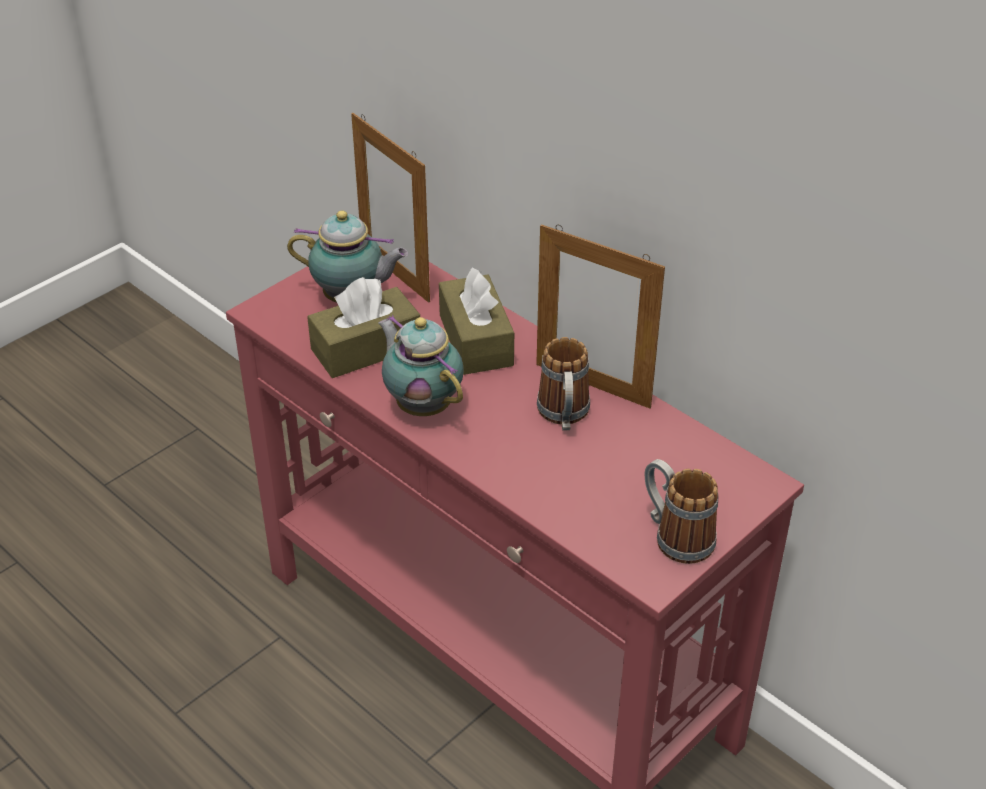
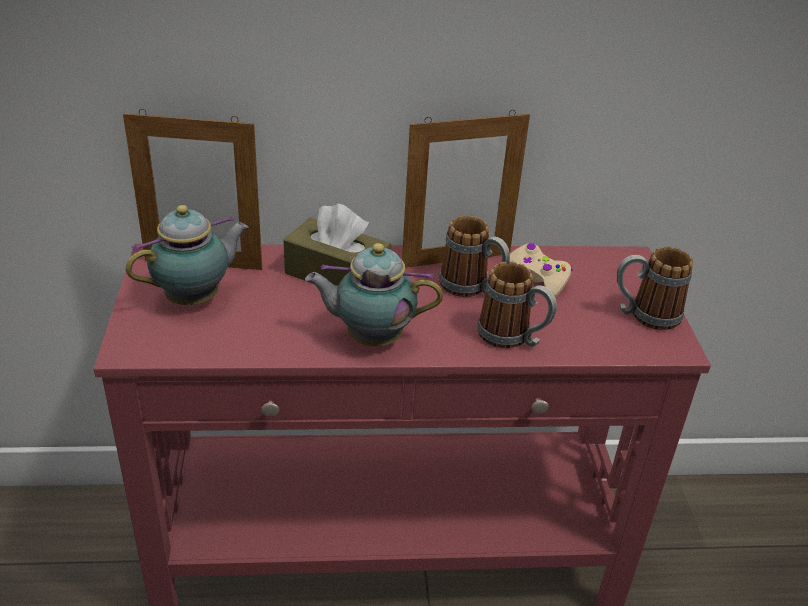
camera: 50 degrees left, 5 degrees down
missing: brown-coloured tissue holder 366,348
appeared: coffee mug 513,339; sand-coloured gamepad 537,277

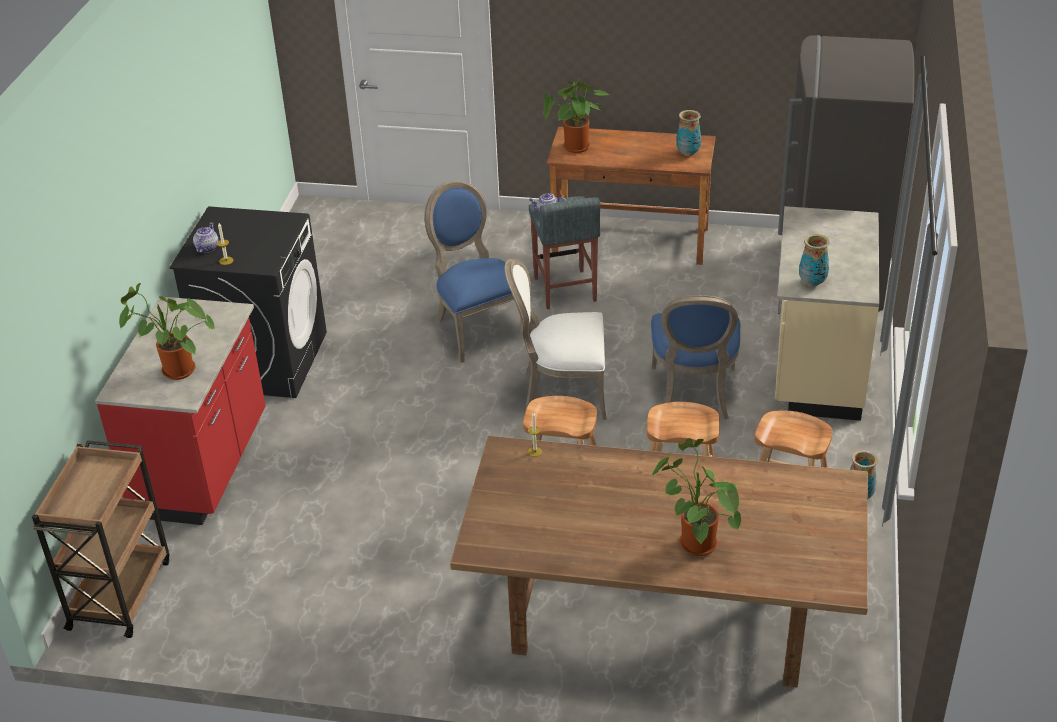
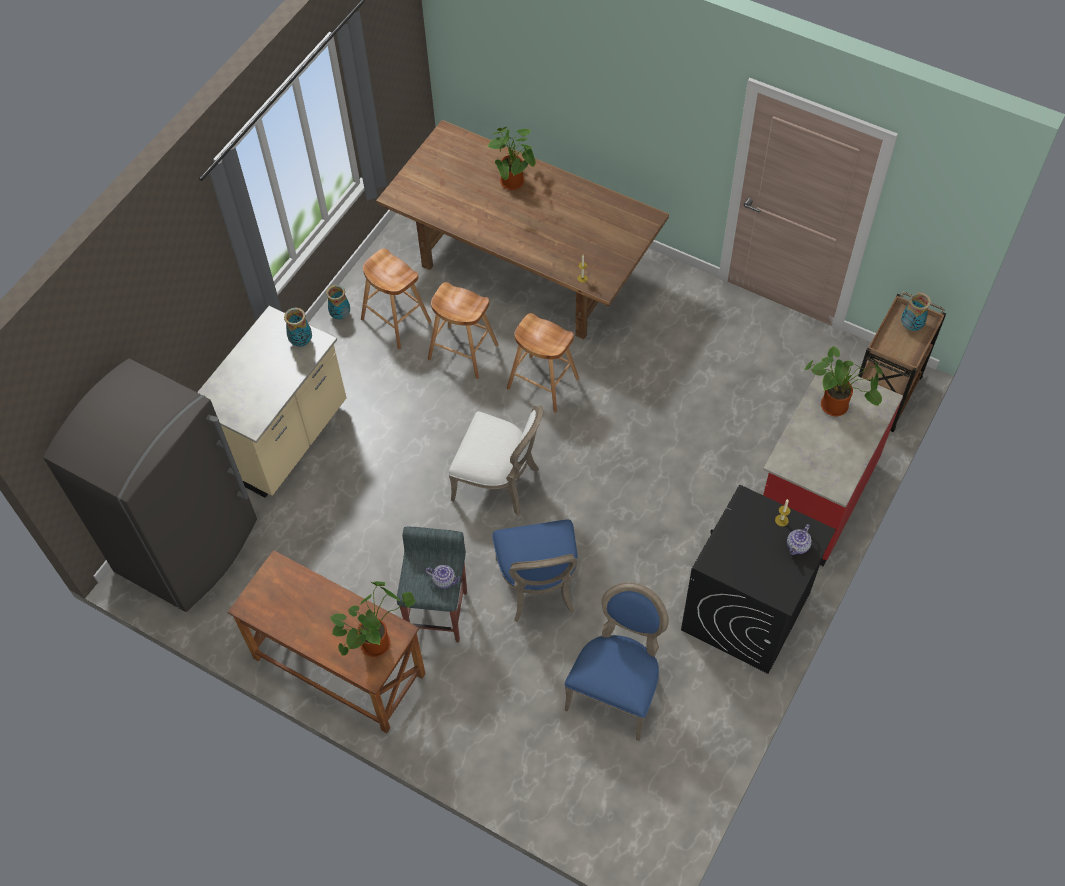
camera: 160 degrees left, 20 degrees up
relocated: blue plain chair 693,395 to 617,689; decorative vase 688,153 to 911,326

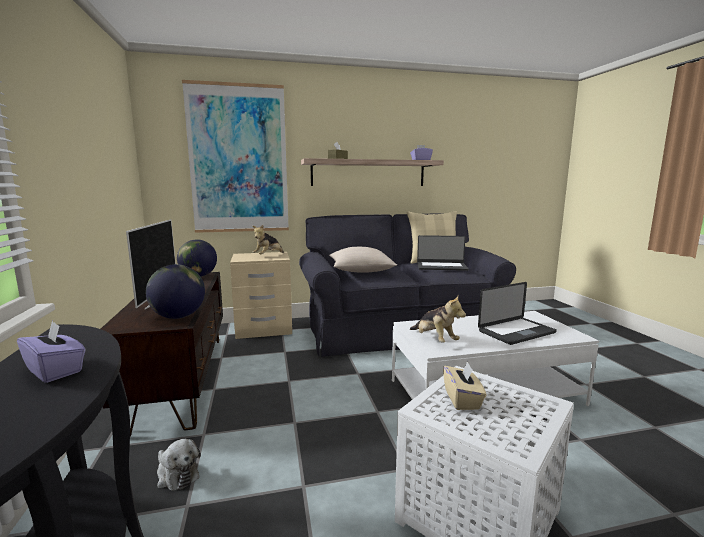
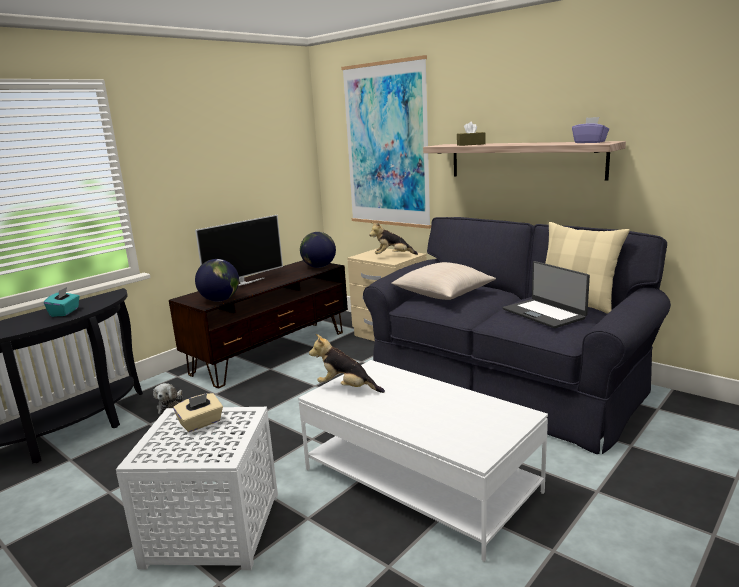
camera: 55 degrees right, 5 degrees up
missing: laptop 516,332
colour: purple-coloured tissue holder 55,370 to turquoise tissue holder 65,312
spun: soft toy 435,340 = 346,388 90 degrees clockwise

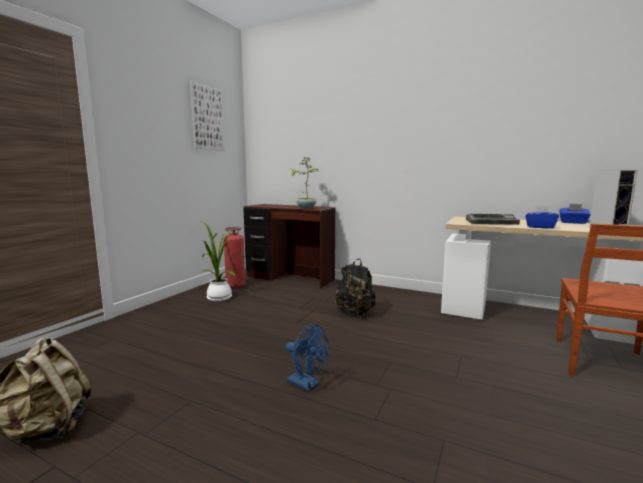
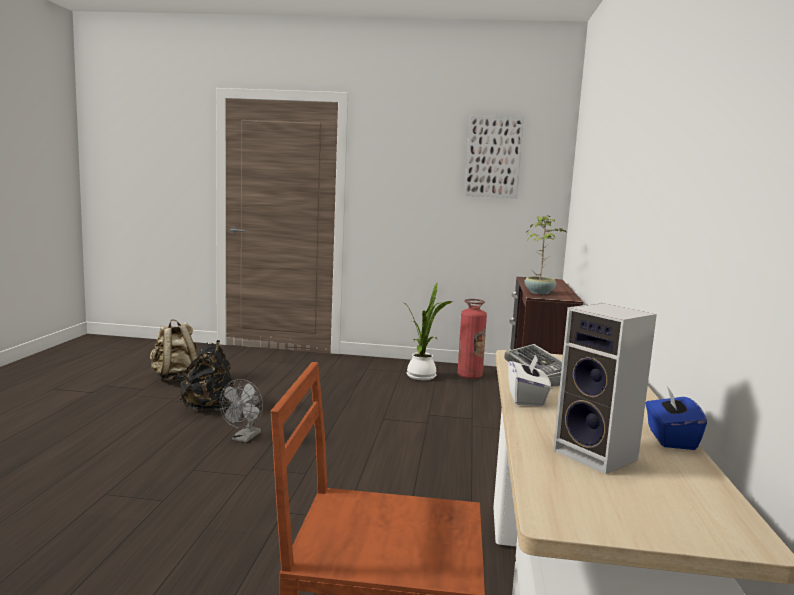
camera: 70 degrees right, 0 degrees up
relocated: blackish rucksack 355,312 to 209,408
colour: blue fan 307,385 to greyish fan 244,438; blue tissue holder 540,227 to whitish tissue holder 527,398

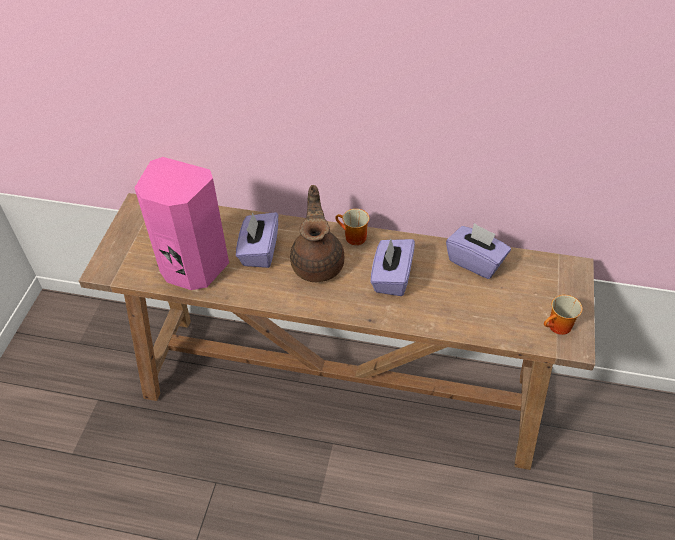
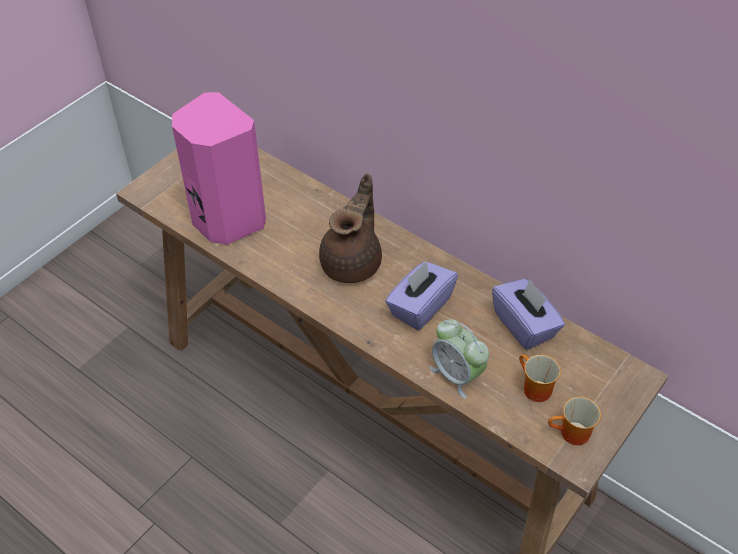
camera: 25 degrees right, 0 degrees up
missing: purple-coloured tissue holder 259,251
appeared: alarm clock 457,375
relocated: coffee mug 352,238 to 533,389

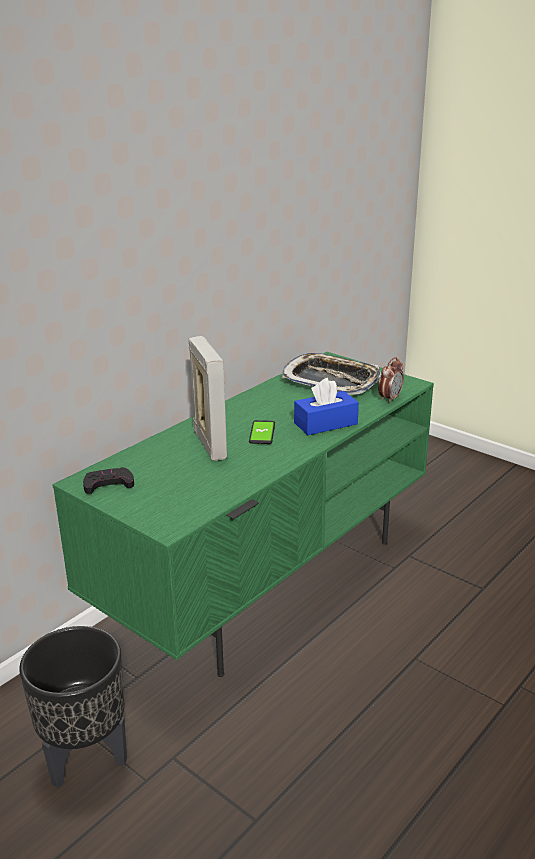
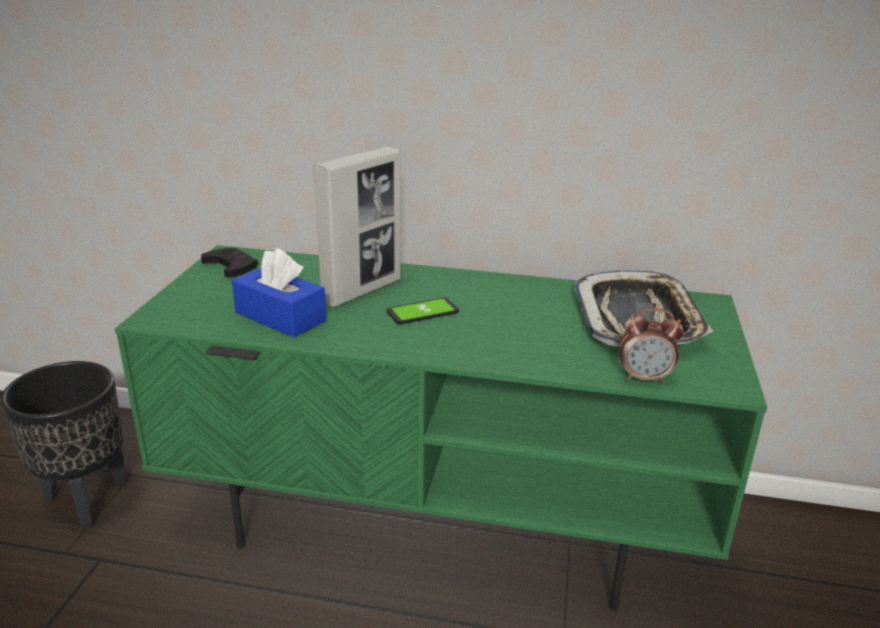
camera: 60 degrees right, 0 degrees up
relocated: blue tissue holder 325,423 to 280,317

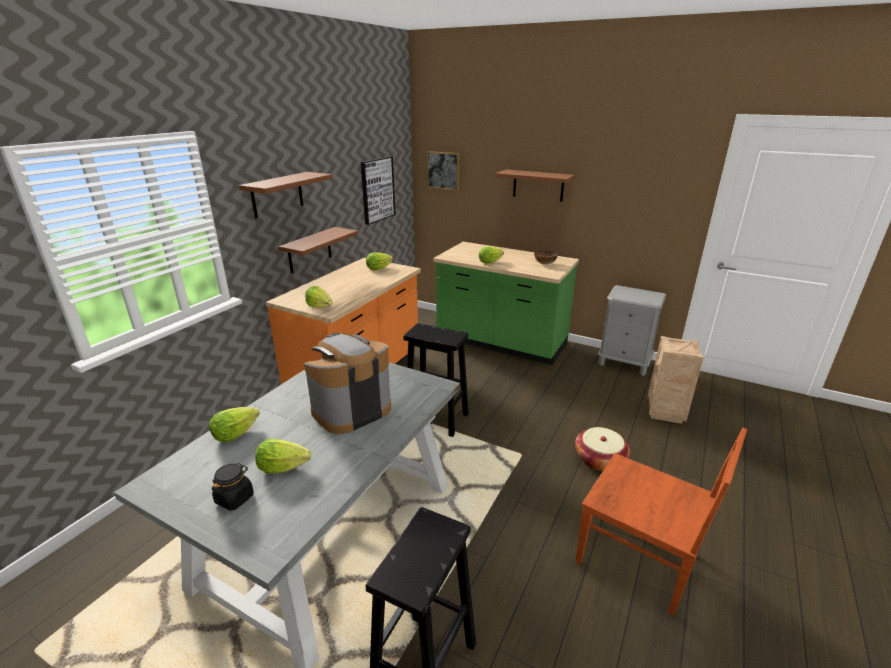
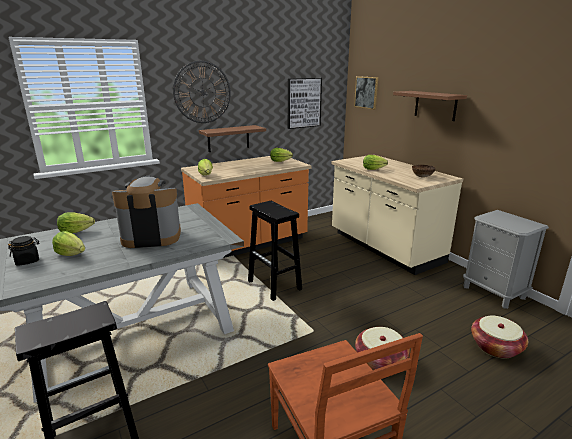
camera: 30 degrees right, 5 degrees down
exchanged: brown-coloured shelf 277,195 to wall clock 202,92; packing crate 665,413 to household basket 495,347
colour: greenish kitchen counter 501,342 to sand-coloured kitchen counter 384,247

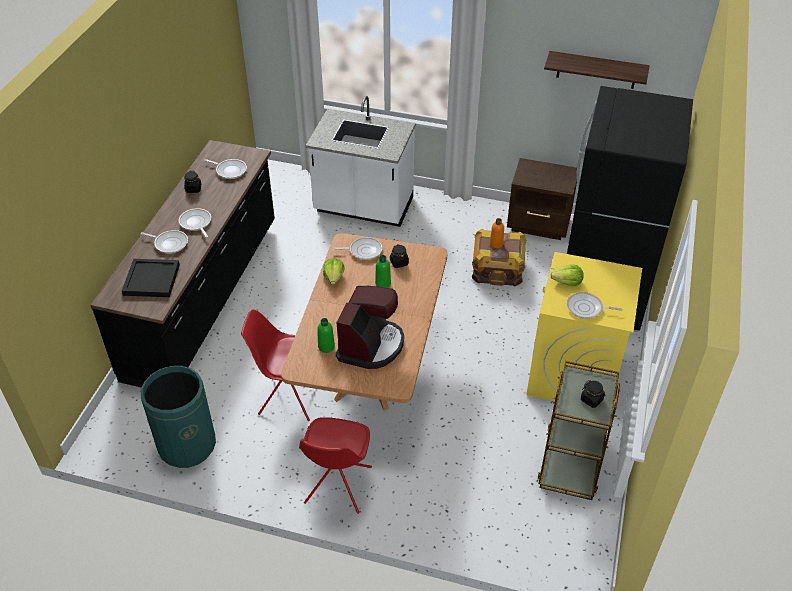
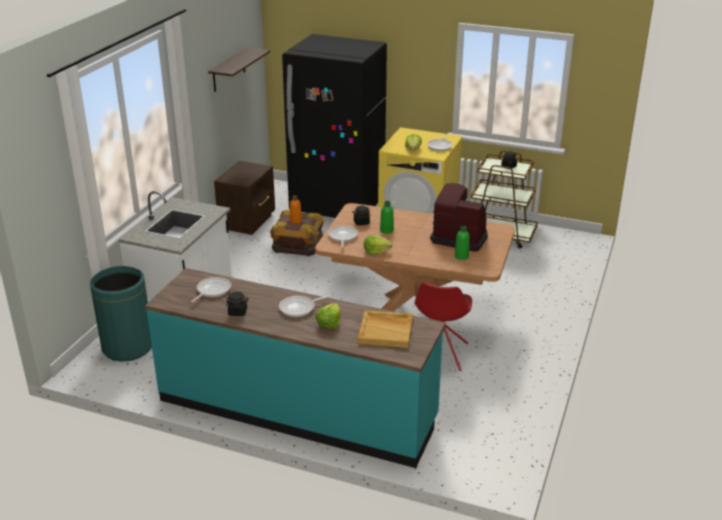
camera: 85 degrees left, 15 degrees down
missing: red plain chair 337,486
relocated: greenish waste bin 187,445 to 127,347
exchanged: skillet 169,243 to head of lettuce 329,323
colour: blackish kitchen counter 205,298 to turquoise kitchen counter 297,410; blackish tray 152,280 to sand-coloured tray 386,331

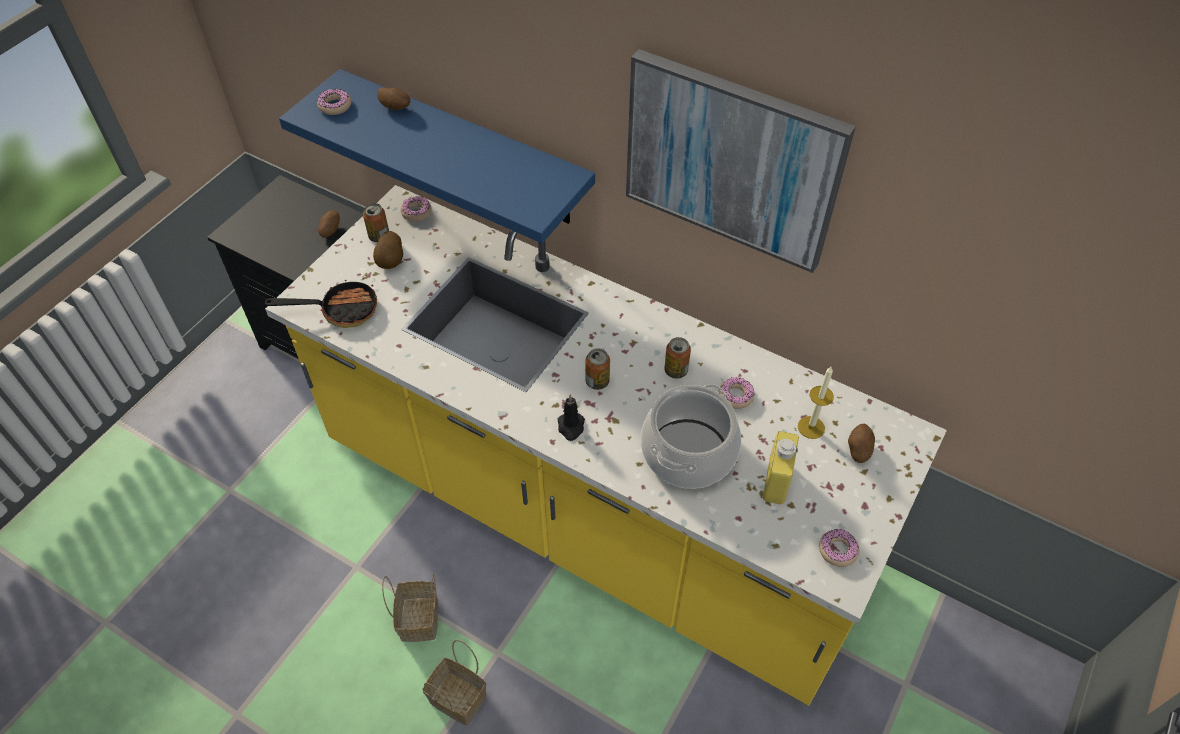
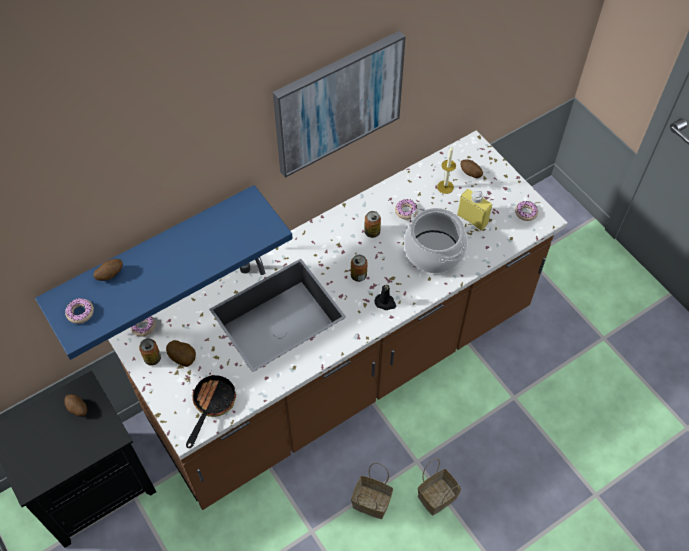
camera: 65 degrees left, 5 degrees up
colour: yellow-coloured kitchen counter 590,512 to brown-coloured kitchen counter 344,367

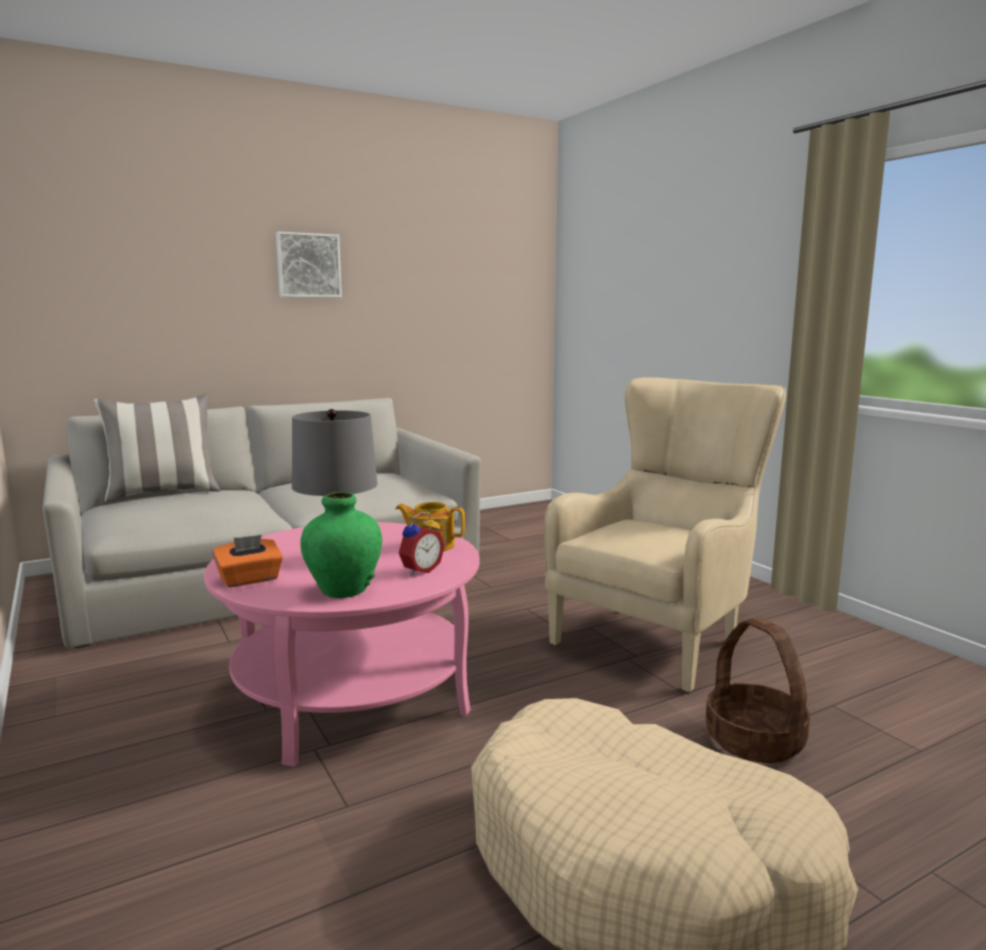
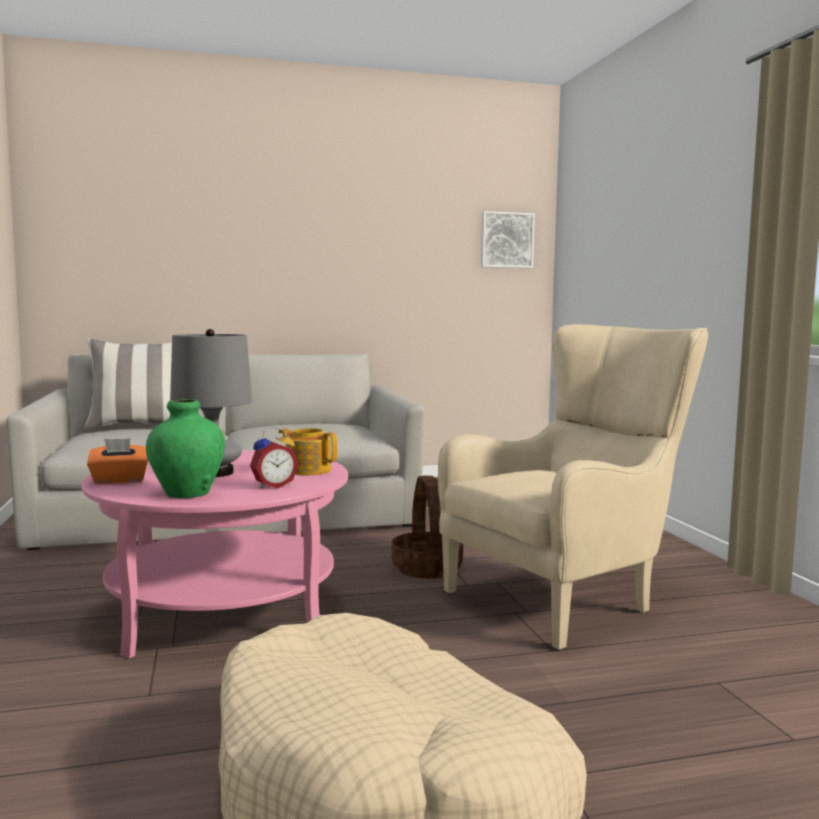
camera: 15 degrees right, 5 degrees down
relocated: wall art 308,265 to 506,240; household basket 753,740 to 426,568

